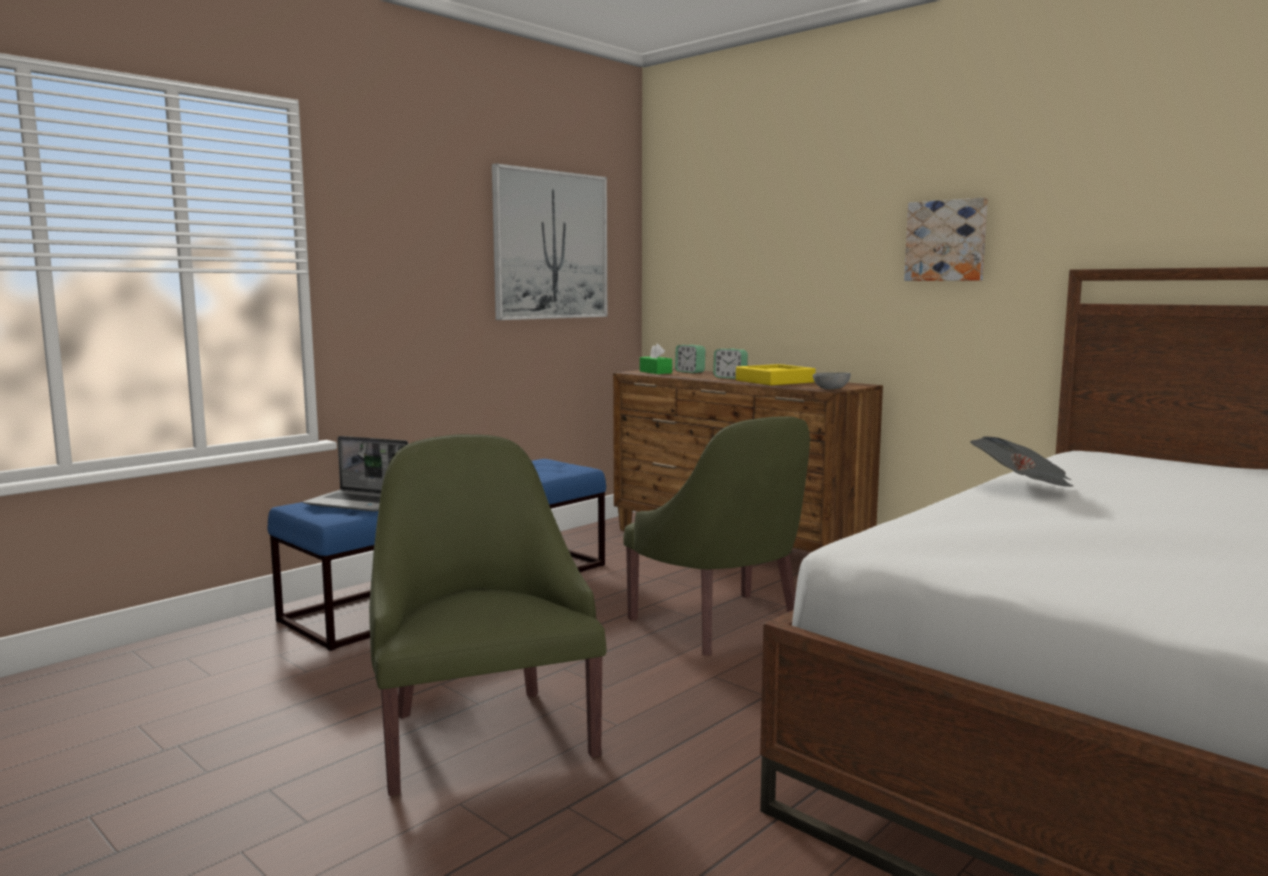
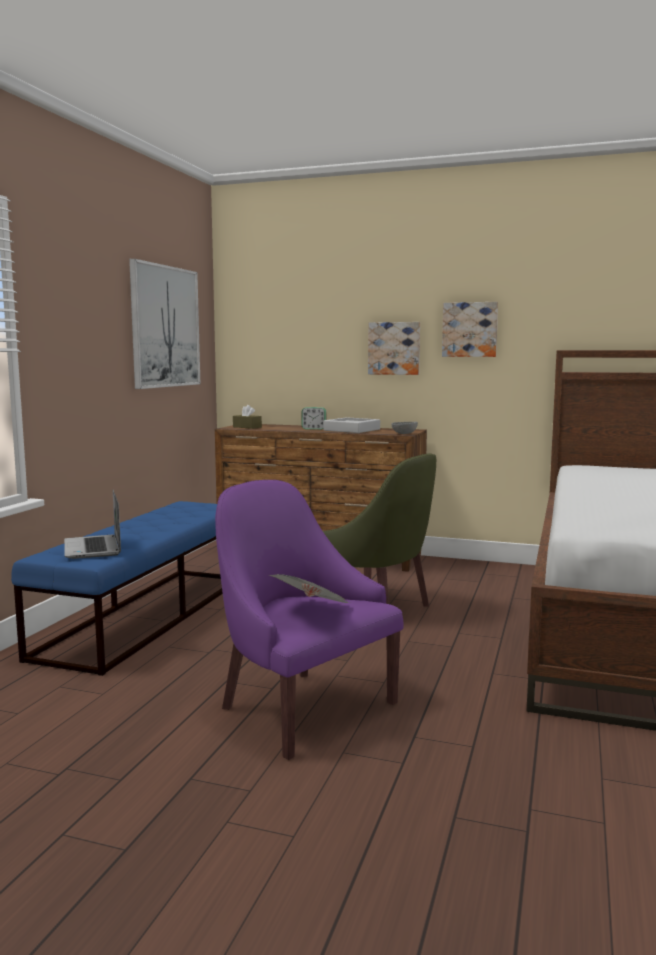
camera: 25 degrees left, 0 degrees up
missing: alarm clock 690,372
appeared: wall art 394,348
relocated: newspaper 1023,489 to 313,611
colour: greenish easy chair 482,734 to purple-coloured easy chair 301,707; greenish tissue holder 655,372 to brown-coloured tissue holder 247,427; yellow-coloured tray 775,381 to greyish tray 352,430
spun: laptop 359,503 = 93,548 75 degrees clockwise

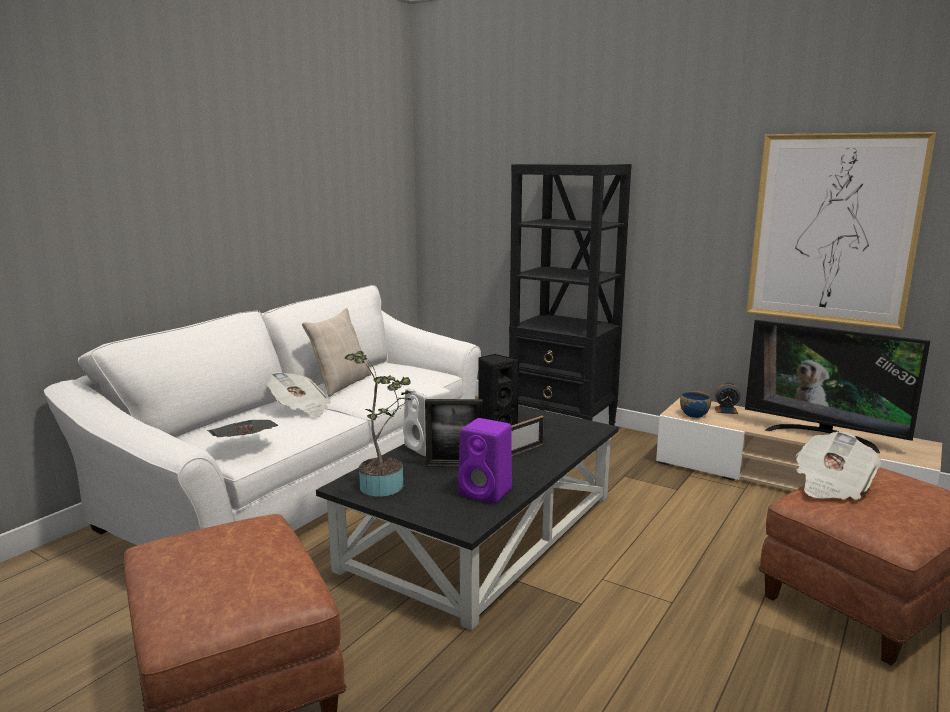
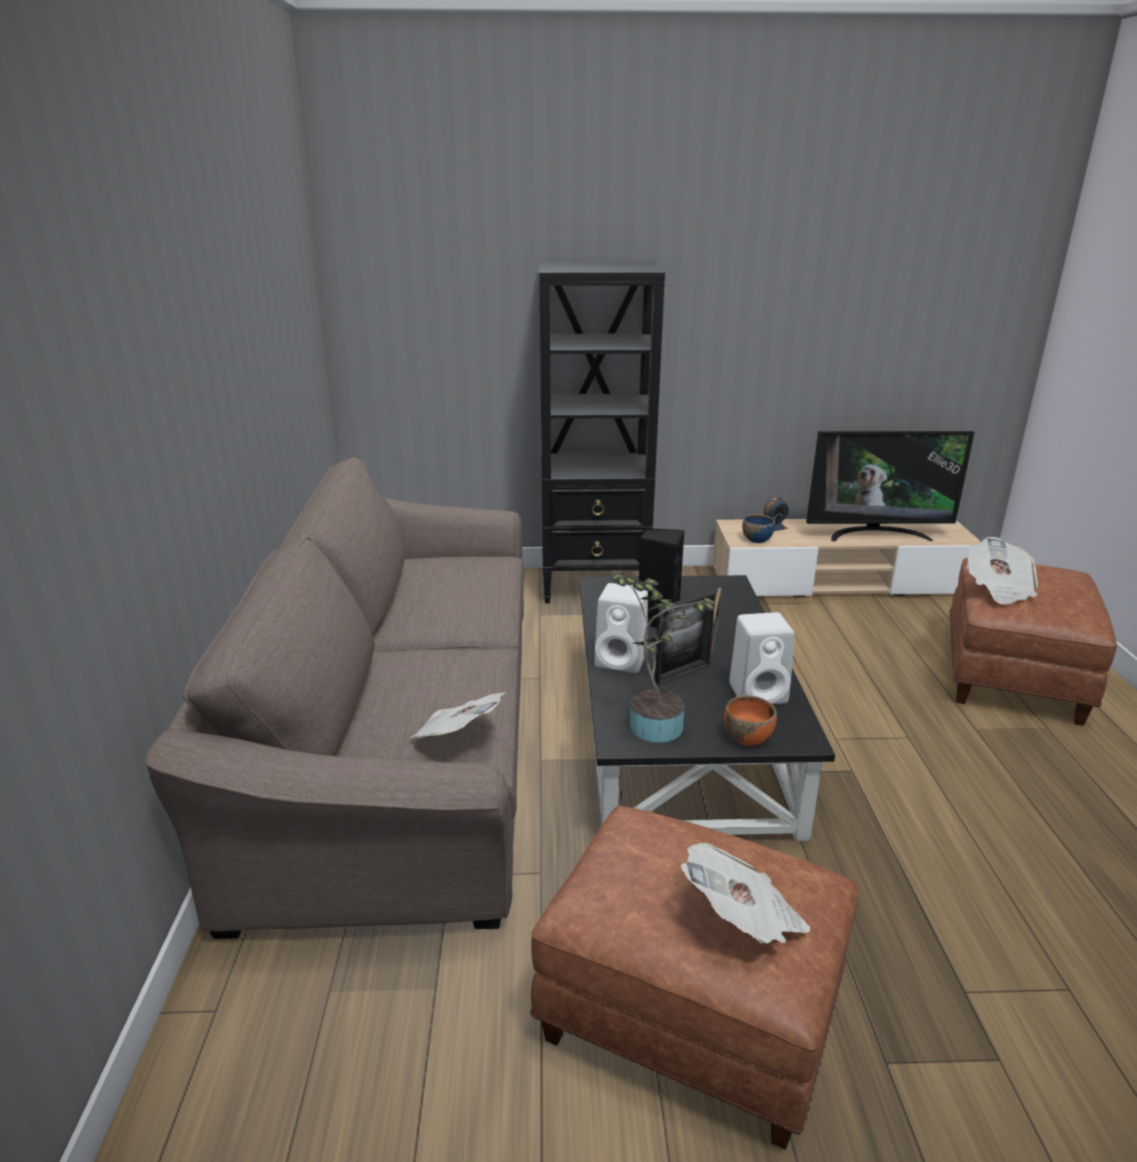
camera: 35 degrees left, 10 degrees up
missing: sand-coloured pillow 340,384; wall art 833,229
appeared: orange-coloured bowl 747,737
relocated: newspaper 300,409 to 743,919
colour: whitish couch 309,478 to brown-coloured couch 405,743; purple-coloured audio speaker 487,492 to whitish audio speaker 759,693

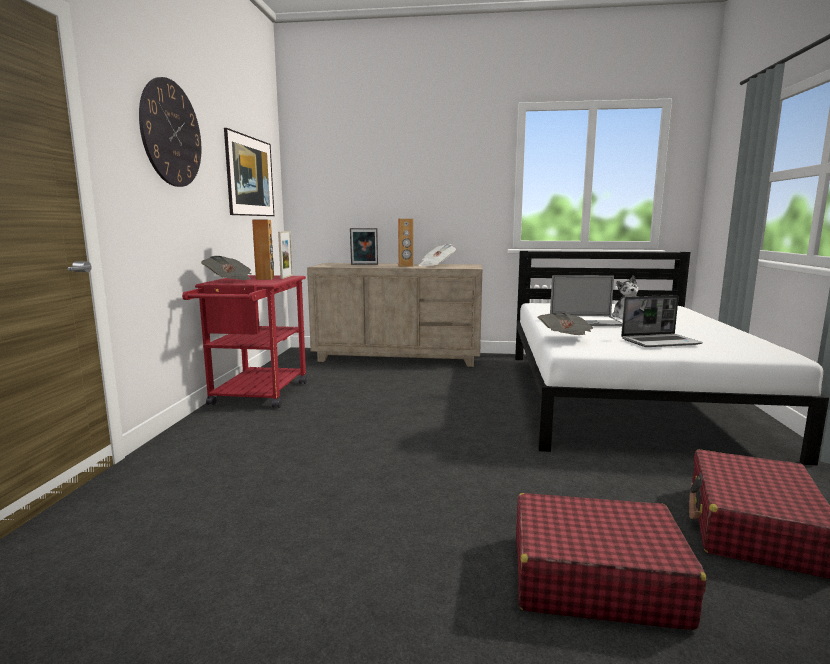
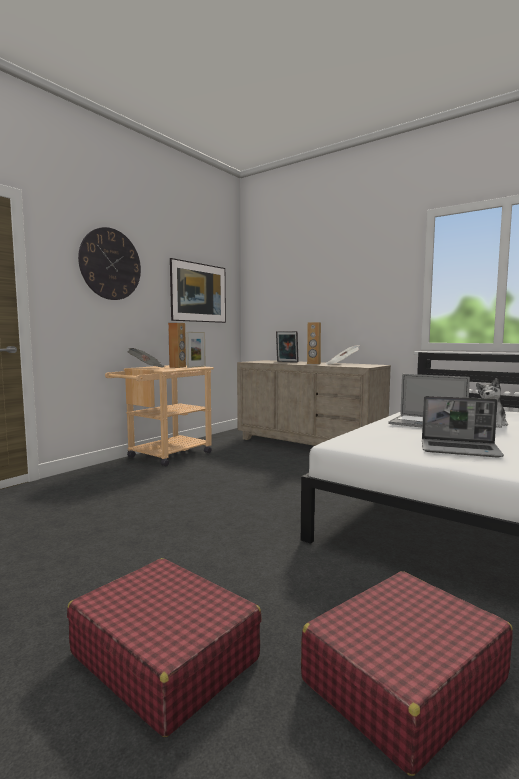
camera: 30 degrees right, 5 degrees down
missing: newspaper 565,339
colour: red trolley 256,396 to sand-coloured trolley 164,456

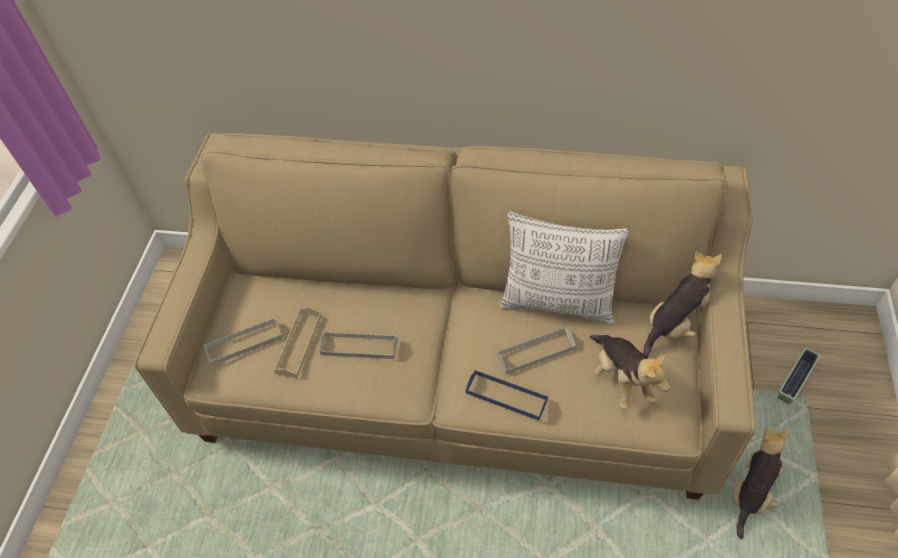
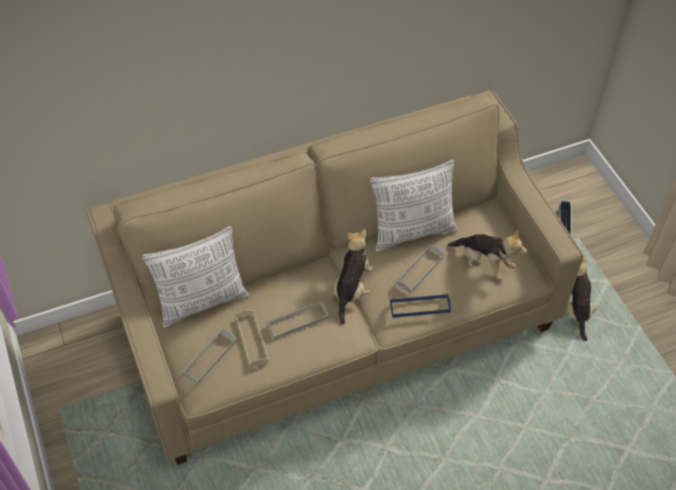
camera: 35 degrees left, 0 degrees up
appeared: pillow 202,302
relocated: soft toy 675,324 to 352,289

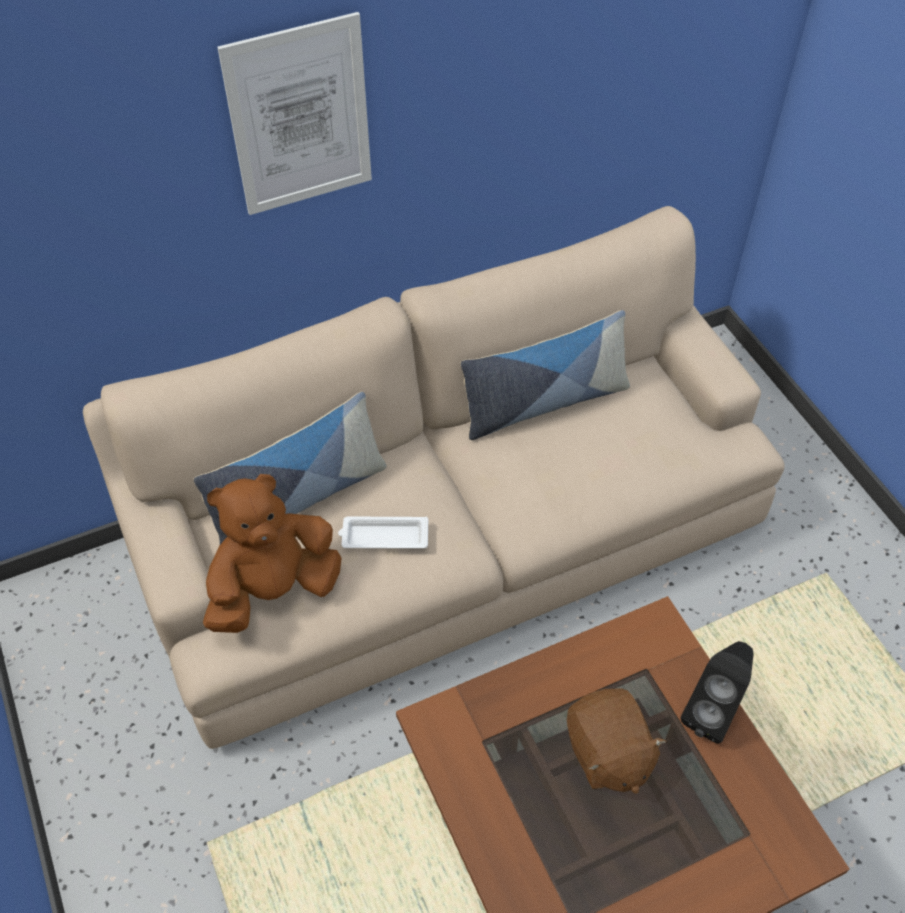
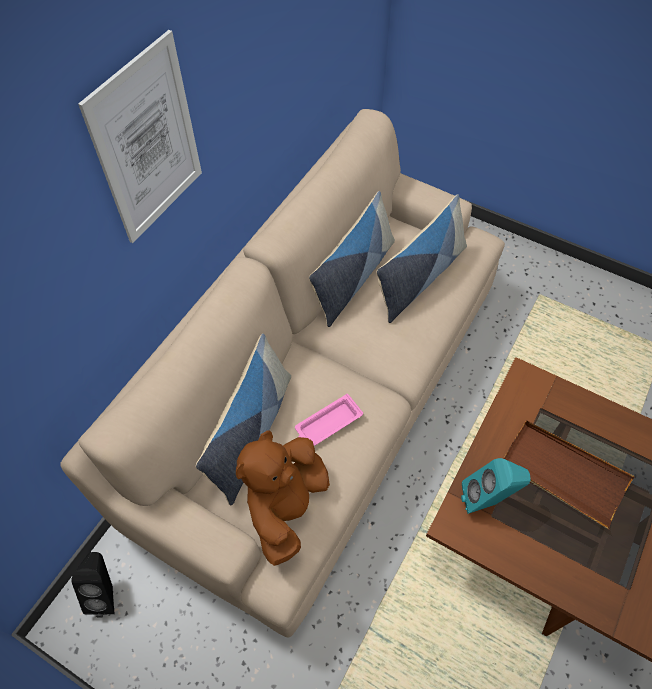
camera: 35 degrees left, 5 degrees up
appeared: pillow 420,278; turquoise audio speaker 487,500
relocated: blackish audio speaker 712,712 to 106,592
exchanged: brown-coloured soft toy 607,753 to brown-coloured tray 563,474
colour: whitish tray 383,536 to pink-coloured tray 327,424

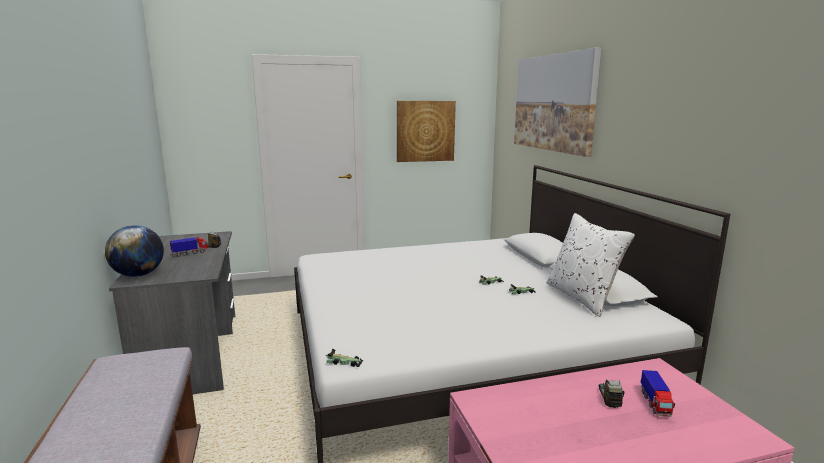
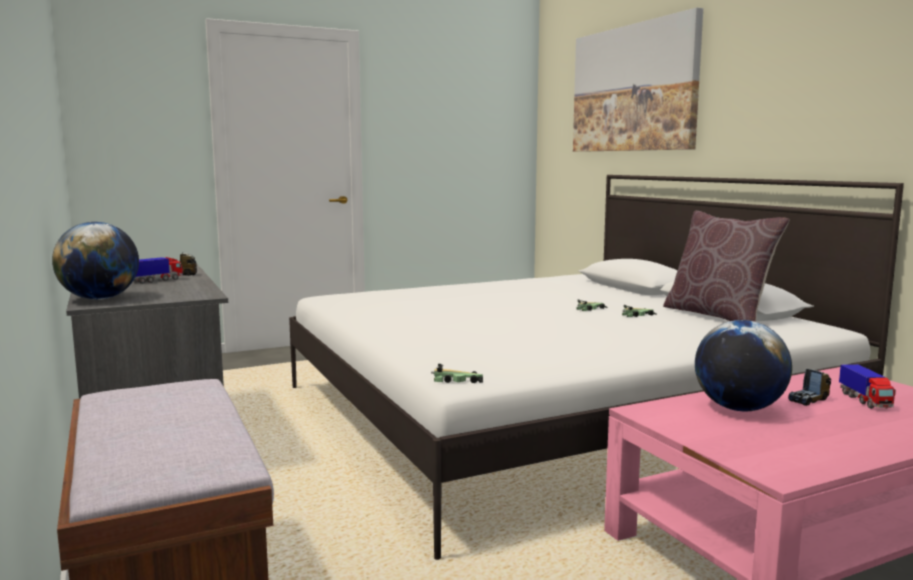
camera: 10 degrees left, 5 degrees down
missing: wall art 425,131
appeared: world globe 739,408
colour: whitish pillow 582,297 to brown-coloured pillow 718,316
spun: toy truck 609,398 = 809,400 120 degrees counterclockwise

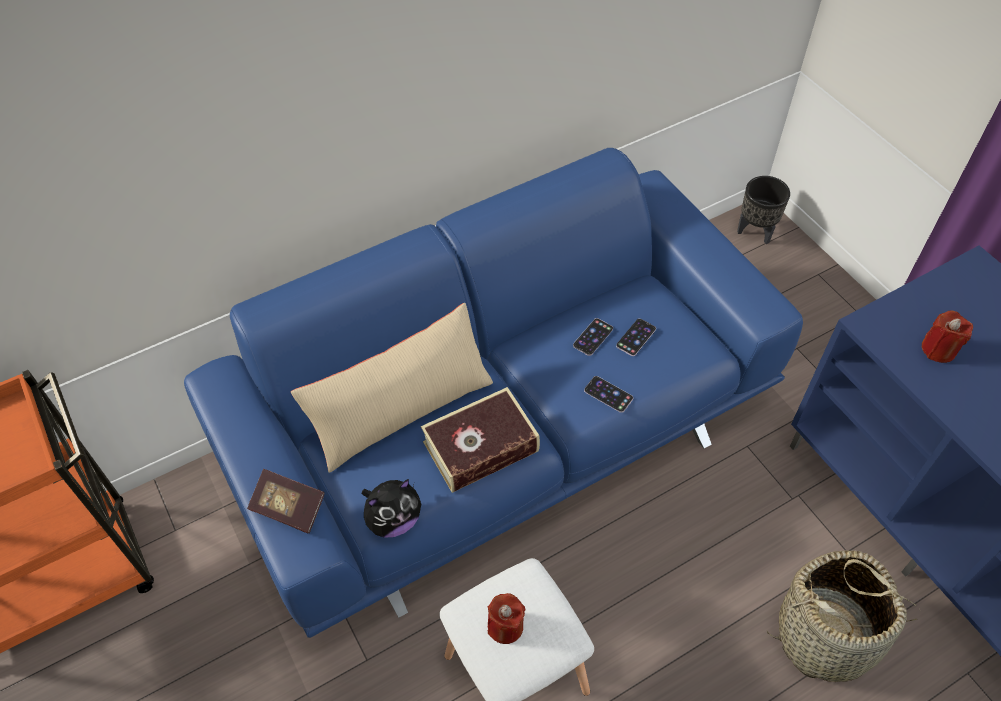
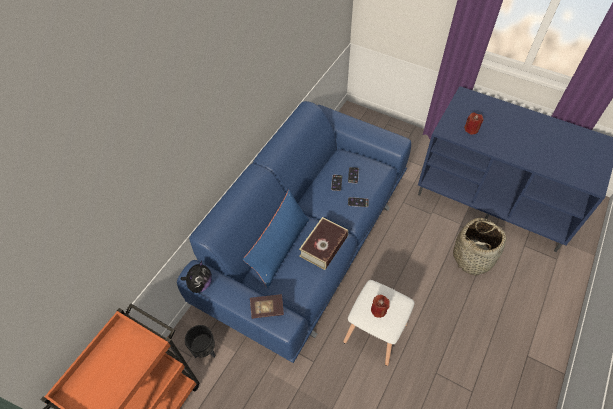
camera: 30 degrees left, 0 degrees up
relocated: soft toy 393,520 to 200,284; blackish planter 756,231 to 205,350
colour: sand-coloured pillow 402,410 to blue pillow 279,248

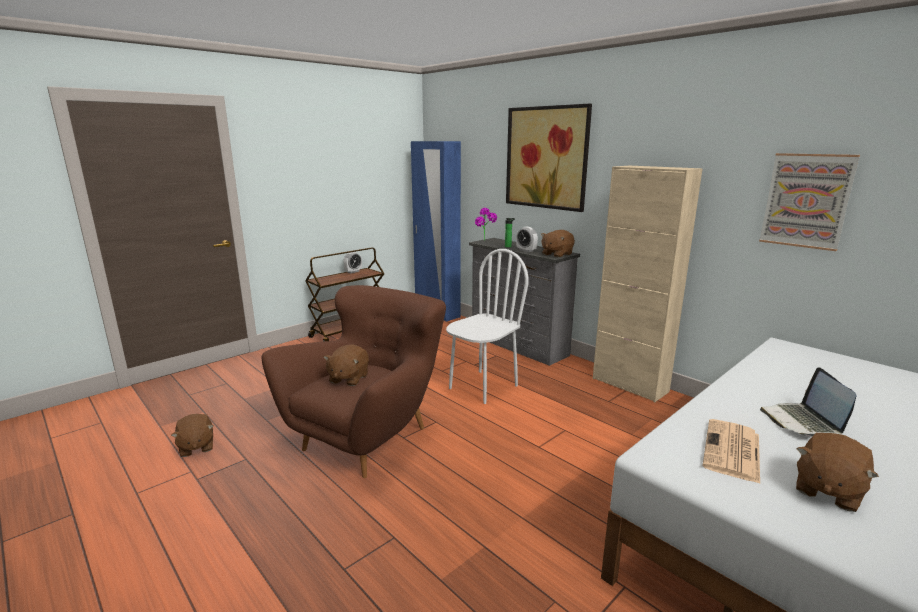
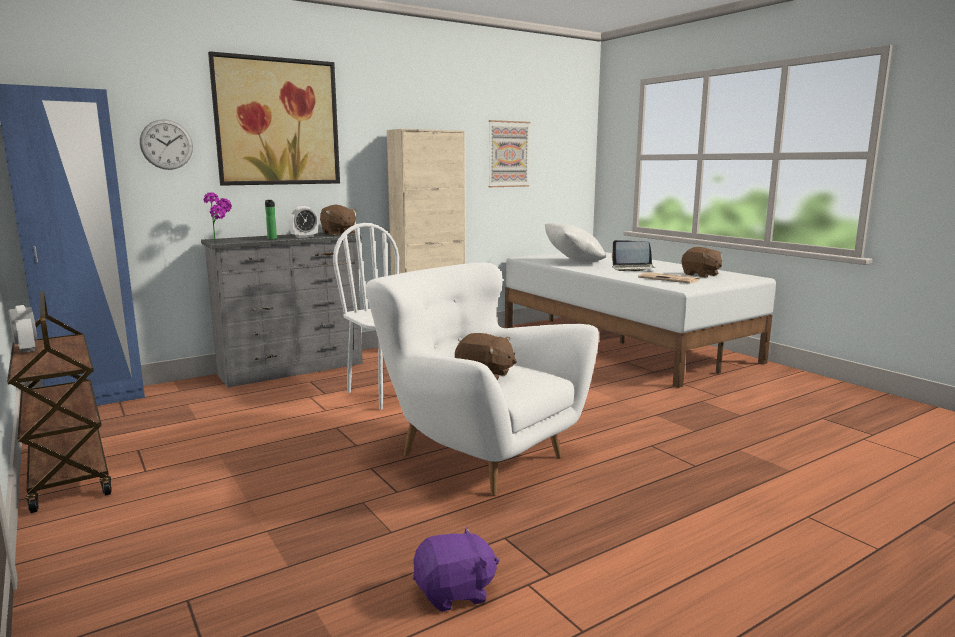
camera: 80 degrees left, 5 degrees down
appeared: wall clock 166,144; whitish pillow 573,262
colour: brown-coloured soft toy 196,447 to purple-coloured soft toy 455,592; brown-coloured easy chair 368,437 to whitish easy chair 477,455

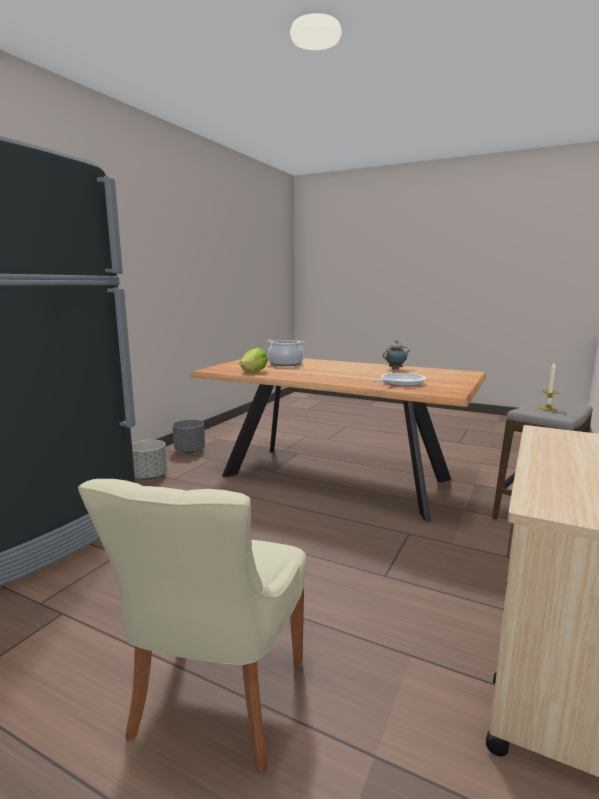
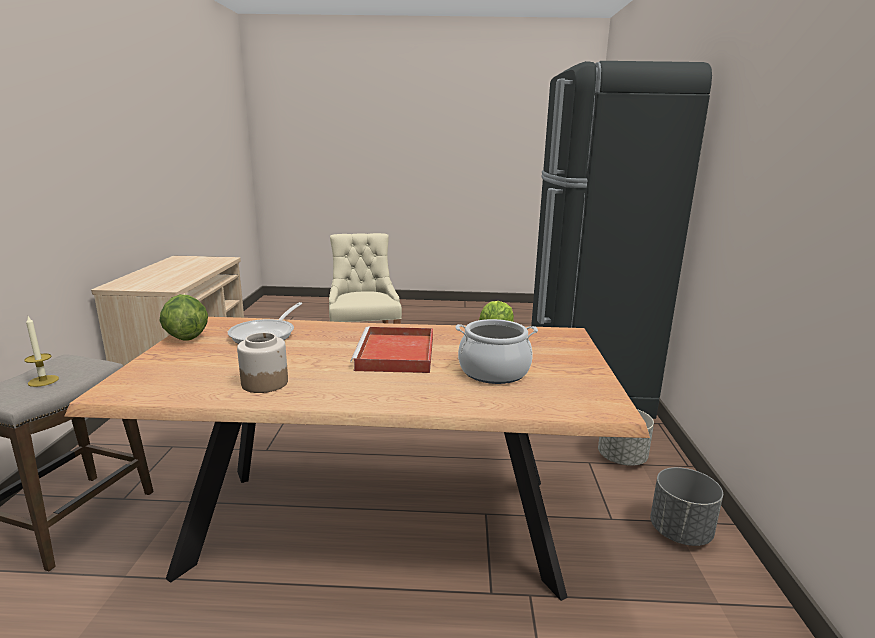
camera: 155 degrees right, 5 degrees up
appeared: head of lettuce 185,337; red tray 396,354
exchanged: teapot 396,369 to storage jar 265,383

